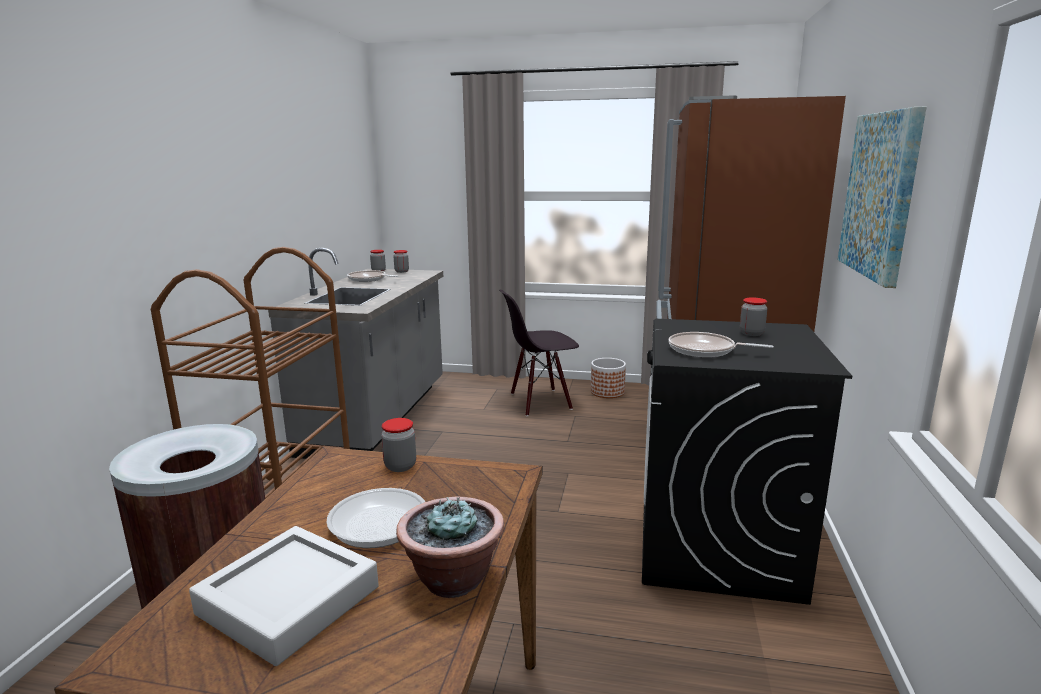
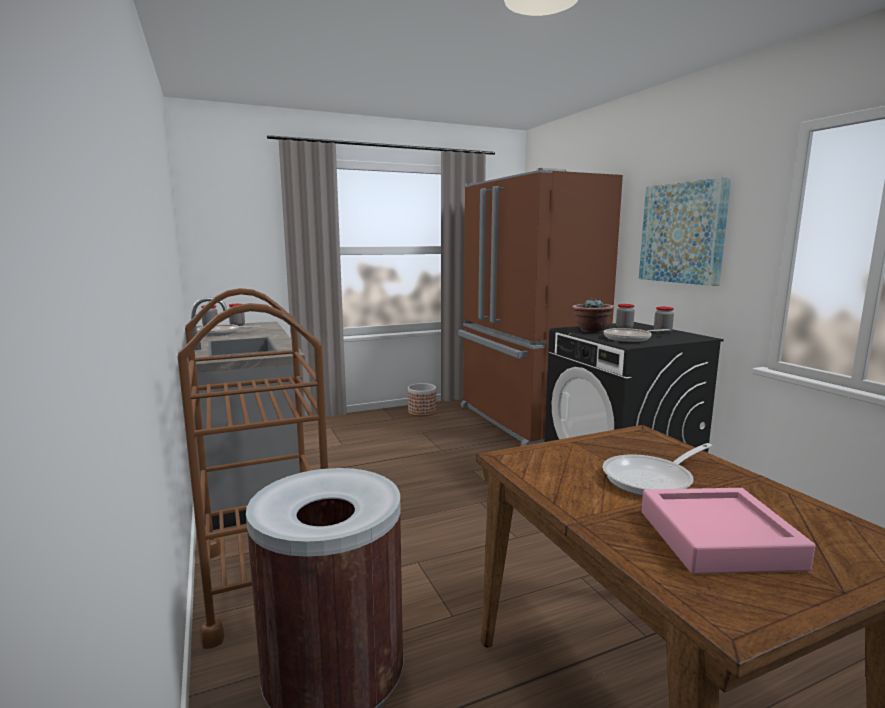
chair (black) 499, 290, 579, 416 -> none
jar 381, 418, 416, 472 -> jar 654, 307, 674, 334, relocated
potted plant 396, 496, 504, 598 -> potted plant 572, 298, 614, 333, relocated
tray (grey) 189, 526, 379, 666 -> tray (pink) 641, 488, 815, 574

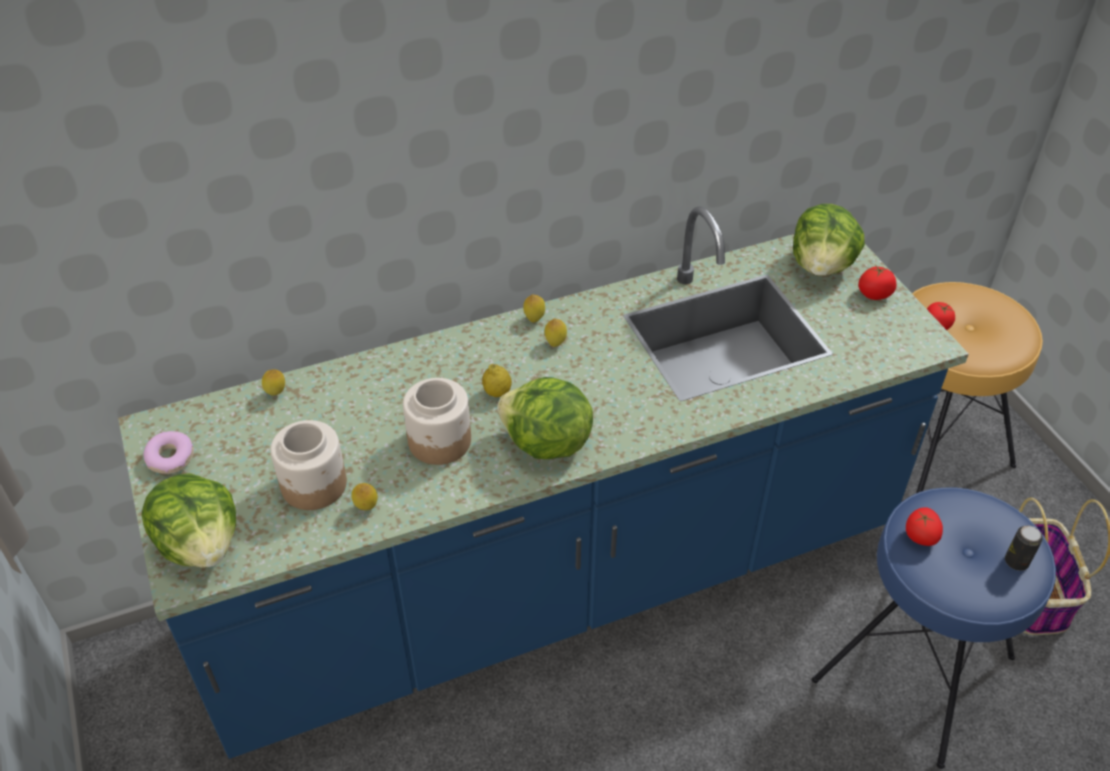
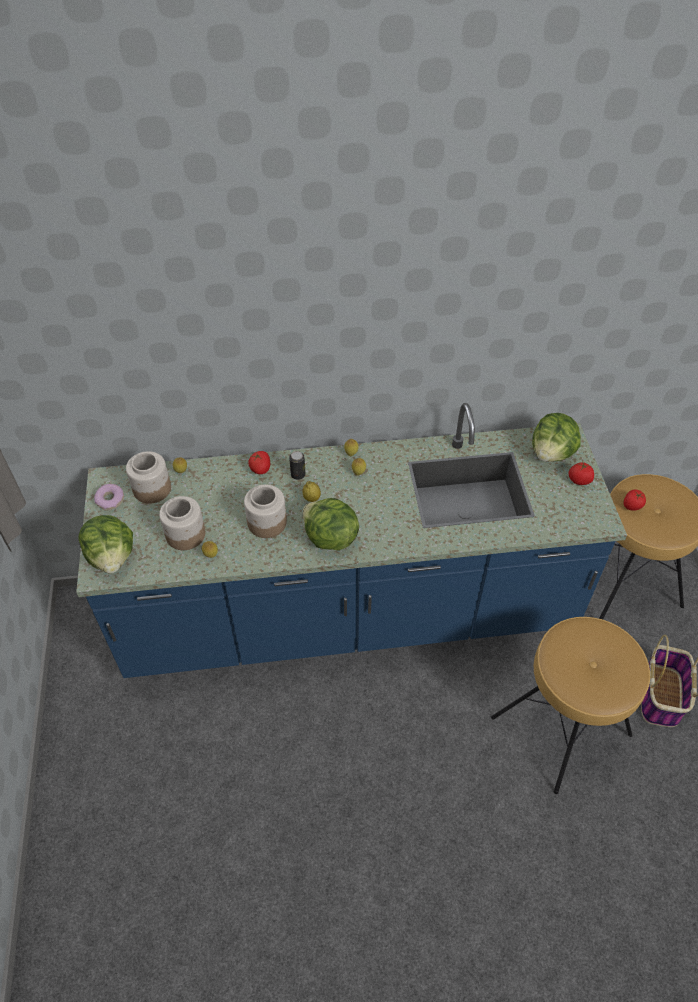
stool (blue) 812, 487, 1056, 769 -> stool (brown) 491, 617, 650, 794
tomato 906, 507, 943, 546 -> tomato 248, 451, 270, 474, relocated
can 1005, 526, 1043, 571 -> can 289, 451, 306, 480, relocated
none -> jar 126, 451, 171, 504

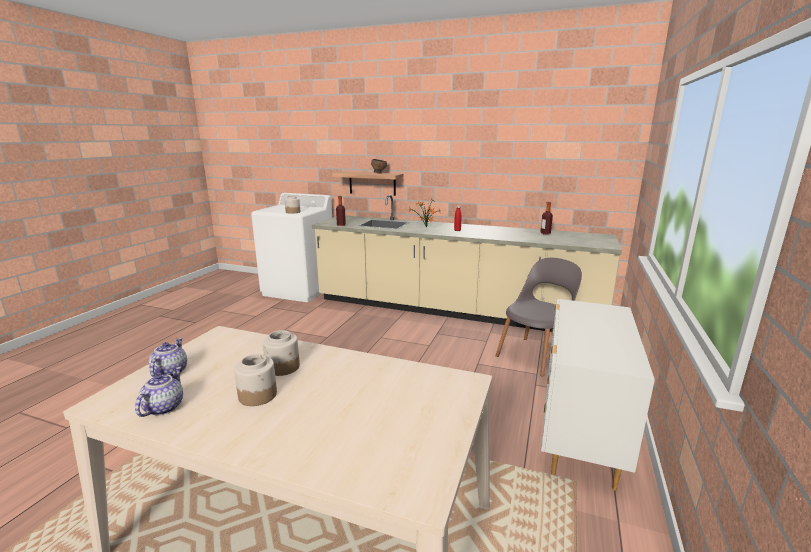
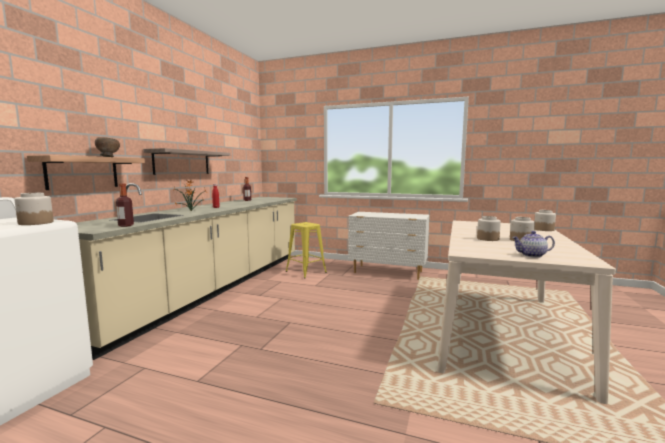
chair (grey) 496, 258, 582, 377 -> stool (yellow) 286, 222, 327, 279
teapot 135, 367, 183, 417 -> none
none -> shelf 143, 148, 230, 175
none -> jar 534, 210, 556, 231

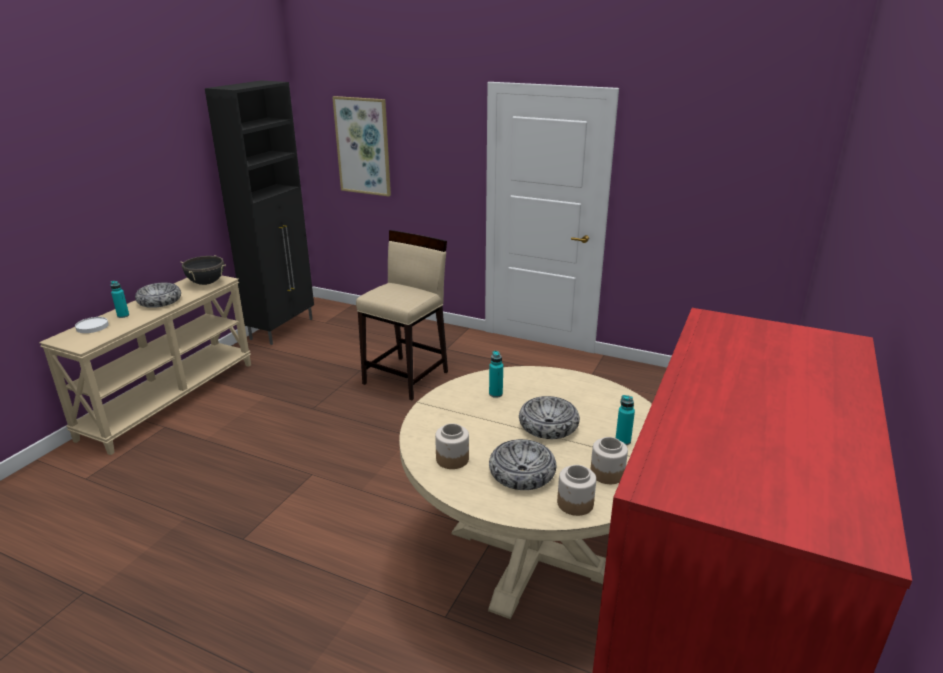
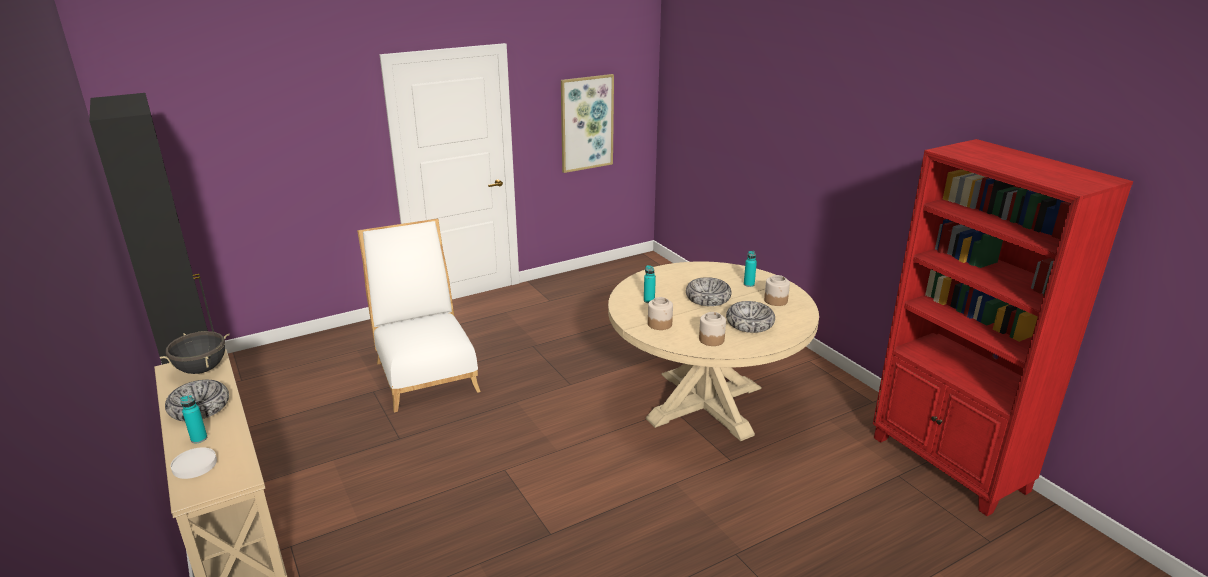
picture 332, 96, 391, 196 -> picture 561, 74, 614, 173, relocated
stool (beige) 356, 230, 448, 400 -> chair (white) 357, 219, 481, 412
jar 557, 465, 596, 516 -> jar 648, 297, 673, 330, relocated

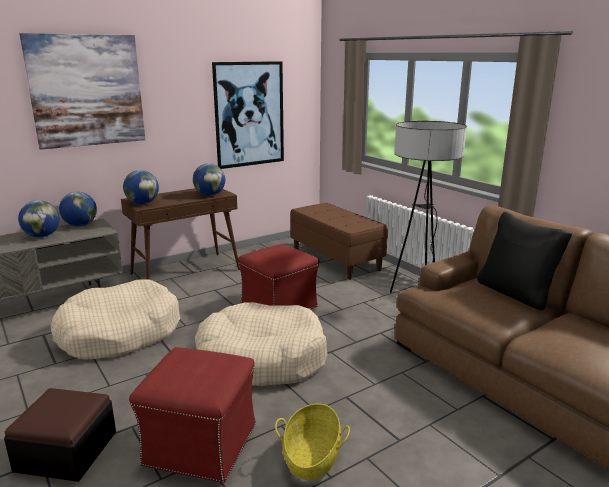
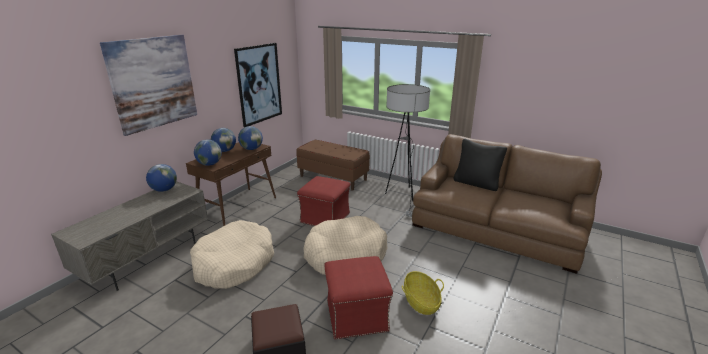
globe 18, 200, 60, 237 -> globe 211, 128, 236, 152, relocated

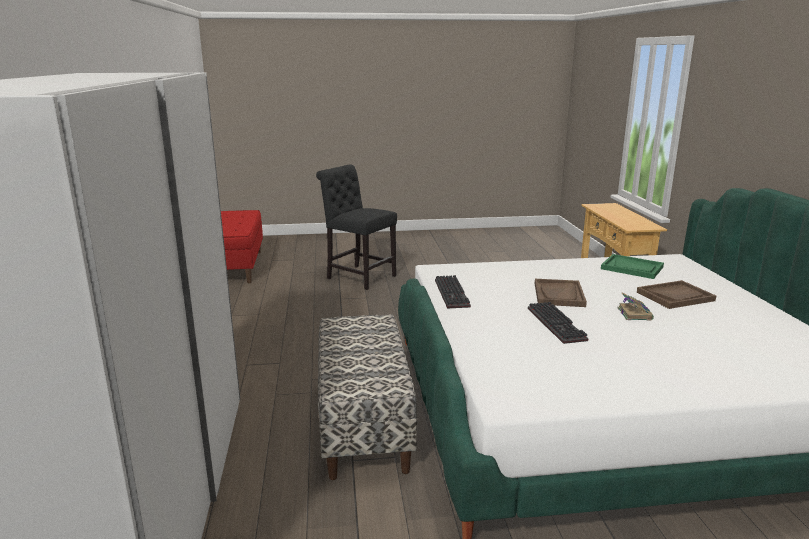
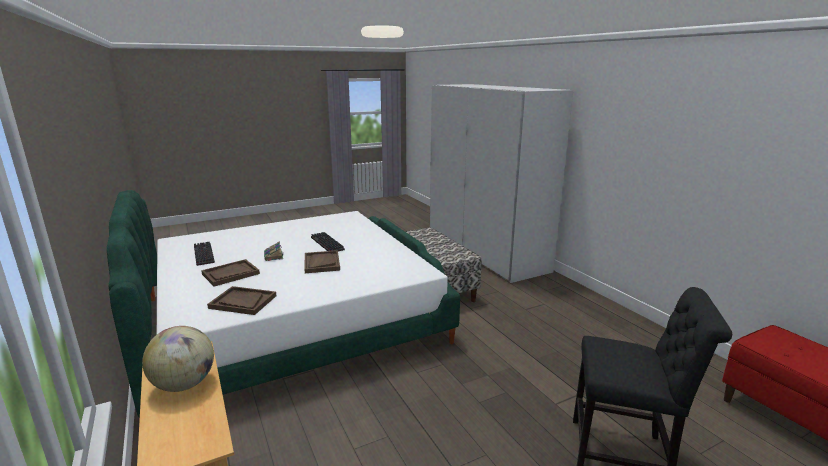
tray (green) 601, 254, 664, 279 -> tray (brown) 207, 286, 276, 315
keyboard 435, 275, 471, 309 -> keyboard 194, 242, 215, 266, relocated
none -> globe 142, 326, 214, 392

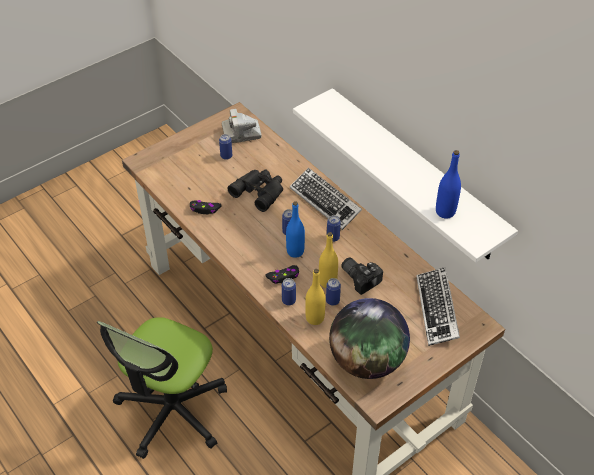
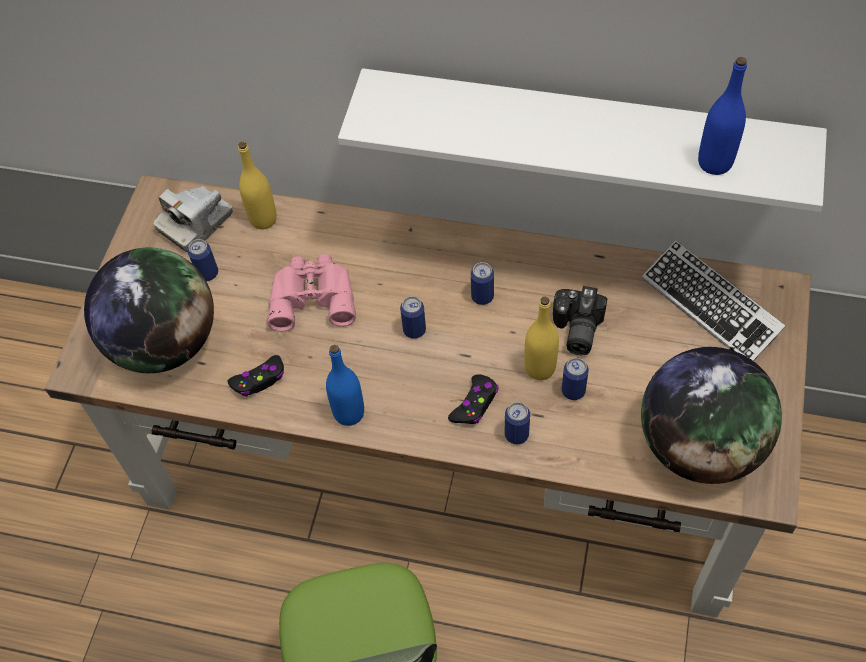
keyboard 290, 168, 362, 230 -> none
binoculars (black) 228, 169, 283, 212 -> binoculars (pink) 267, 254, 356, 332
bottle (blue) 286, 201, 305, 258 -> bottle (blue) 326, 345, 364, 426, relocated
photo camera 341, 257, 383, 295 -> photo camera 553, 286, 607, 355, 90 degrees counterclockwise
bottle (yellow) 305, 269, 326, 325 -> bottle (yellow) 238, 142, 277, 229, relocated
none -> globe 84, 247, 214, 373

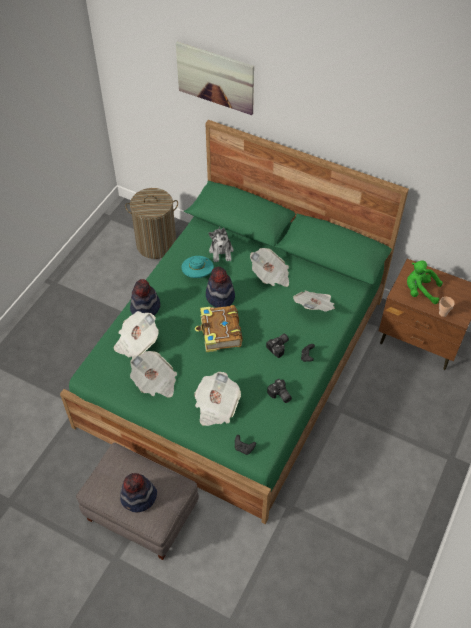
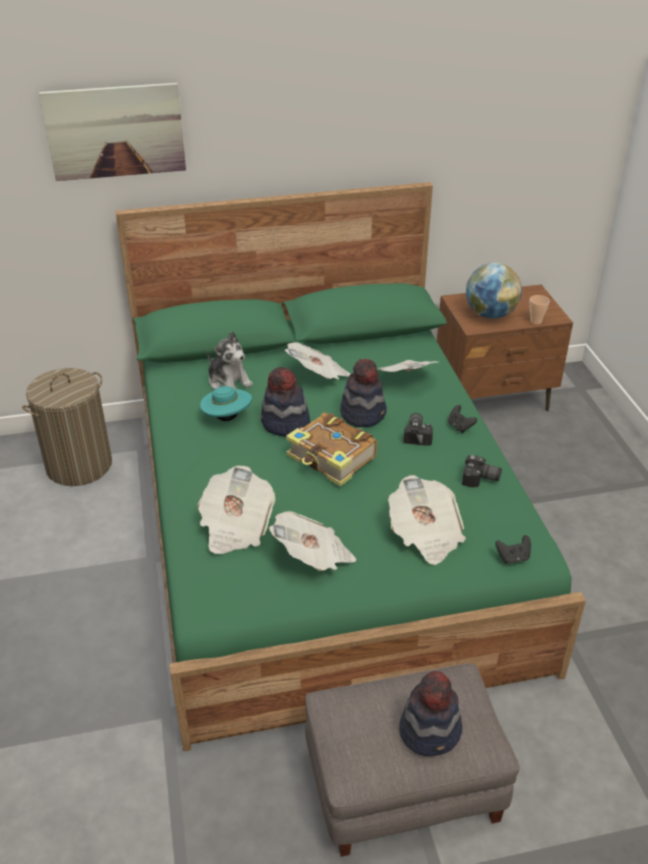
plush toy (green) 407, 260, 443, 304 -> globe 466, 263, 522, 319
hat 130, 279, 160, 315 -> hat 340, 359, 387, 427, relocated

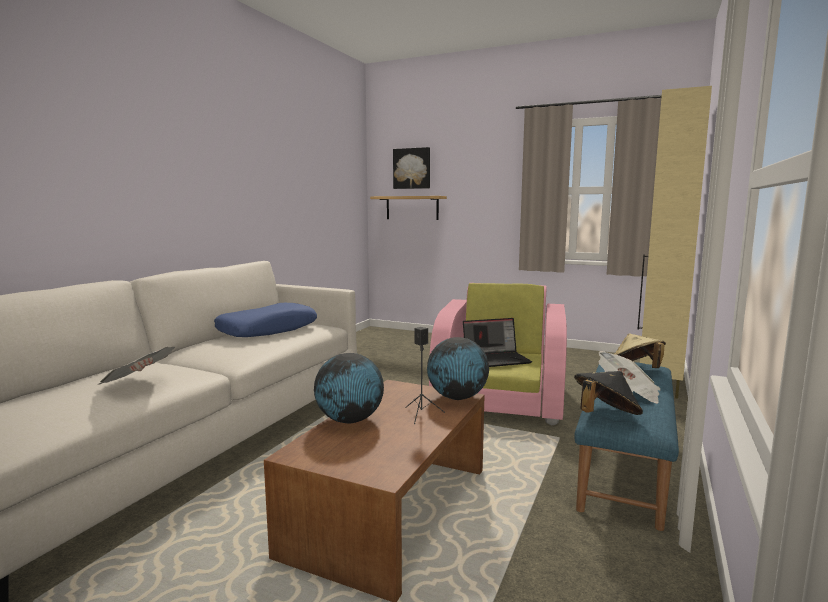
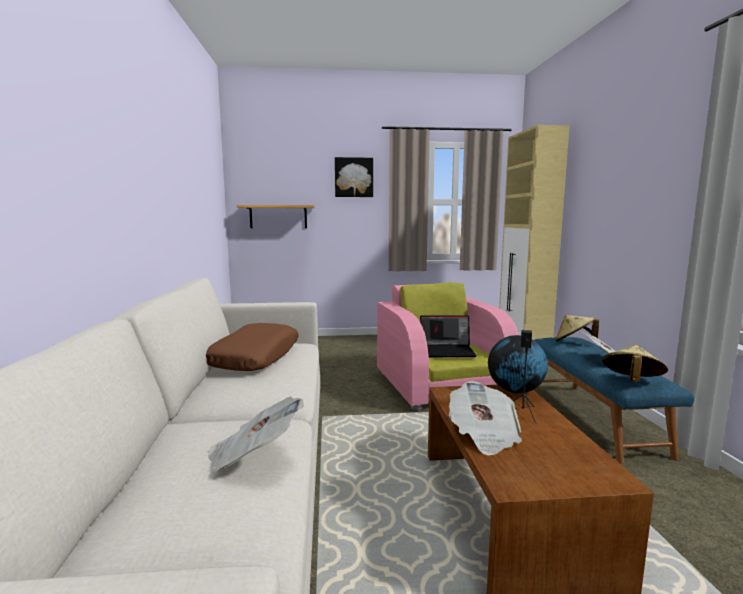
picture 393, 147, 430, 189 -> picture 335, 157, 373, 197, relocated
pillow (blue) 214, 303, 317, 337 -> pillow (brown) 206, 323, 299, 371
laptop 463, 318, 532, 367 -> laptop 420, 315, 477, 357, 45 degrees clockwise
globe 314, 353, 384, 423 -> newspaper 449, 381, 522, 456
hat (black) 574, 371, 643, 415 -> hat (beige) 602, 345, 668, 382

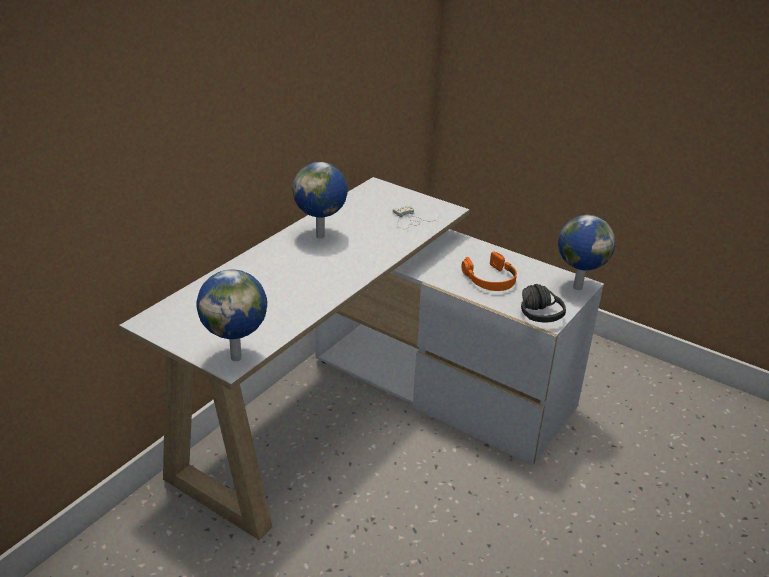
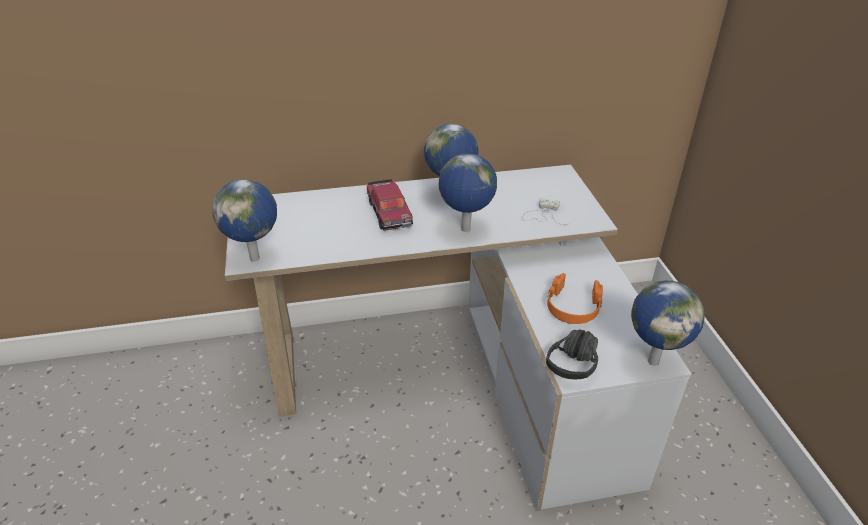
none -> globe 439, 153, 497, 232
none -> toy car 367, 179, 413, 231

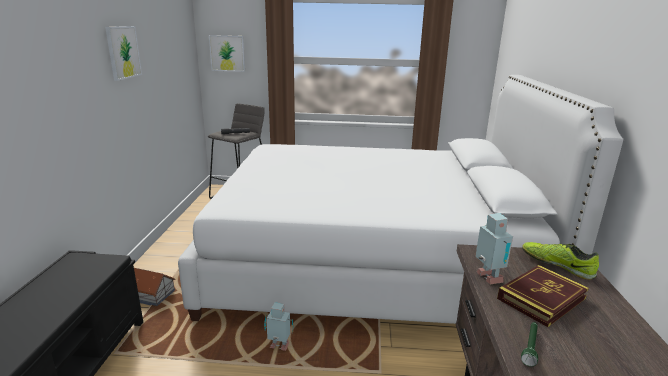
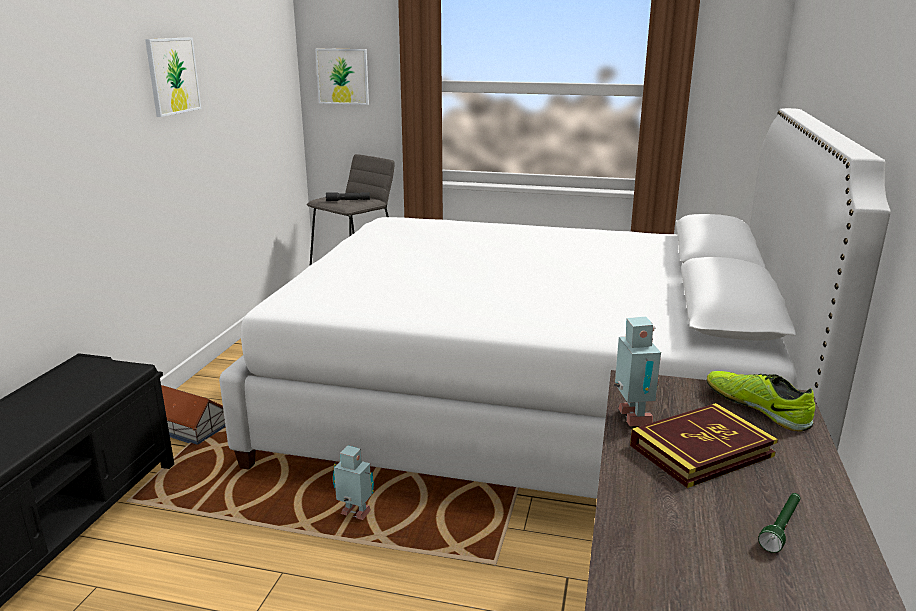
flashlight (green) 521, 322, 538, 367 -> flashlight (green) 758, 493, 800, 553, relocated

